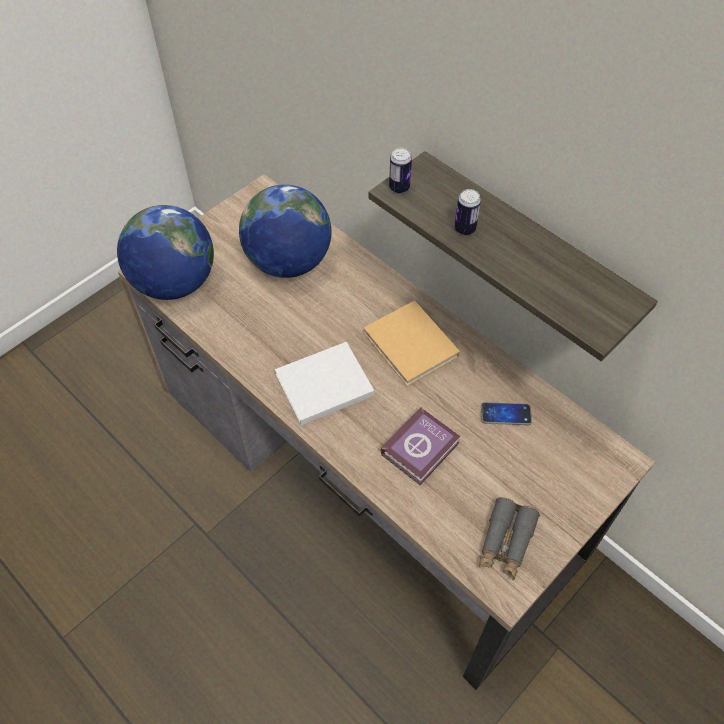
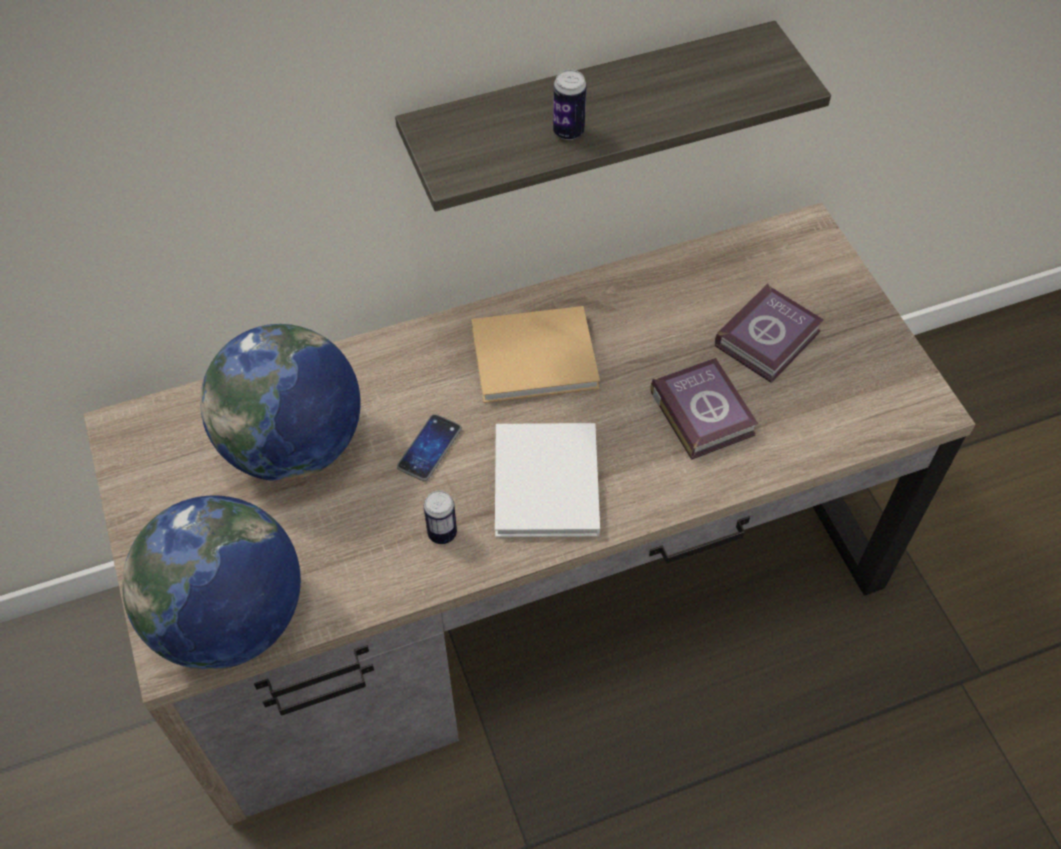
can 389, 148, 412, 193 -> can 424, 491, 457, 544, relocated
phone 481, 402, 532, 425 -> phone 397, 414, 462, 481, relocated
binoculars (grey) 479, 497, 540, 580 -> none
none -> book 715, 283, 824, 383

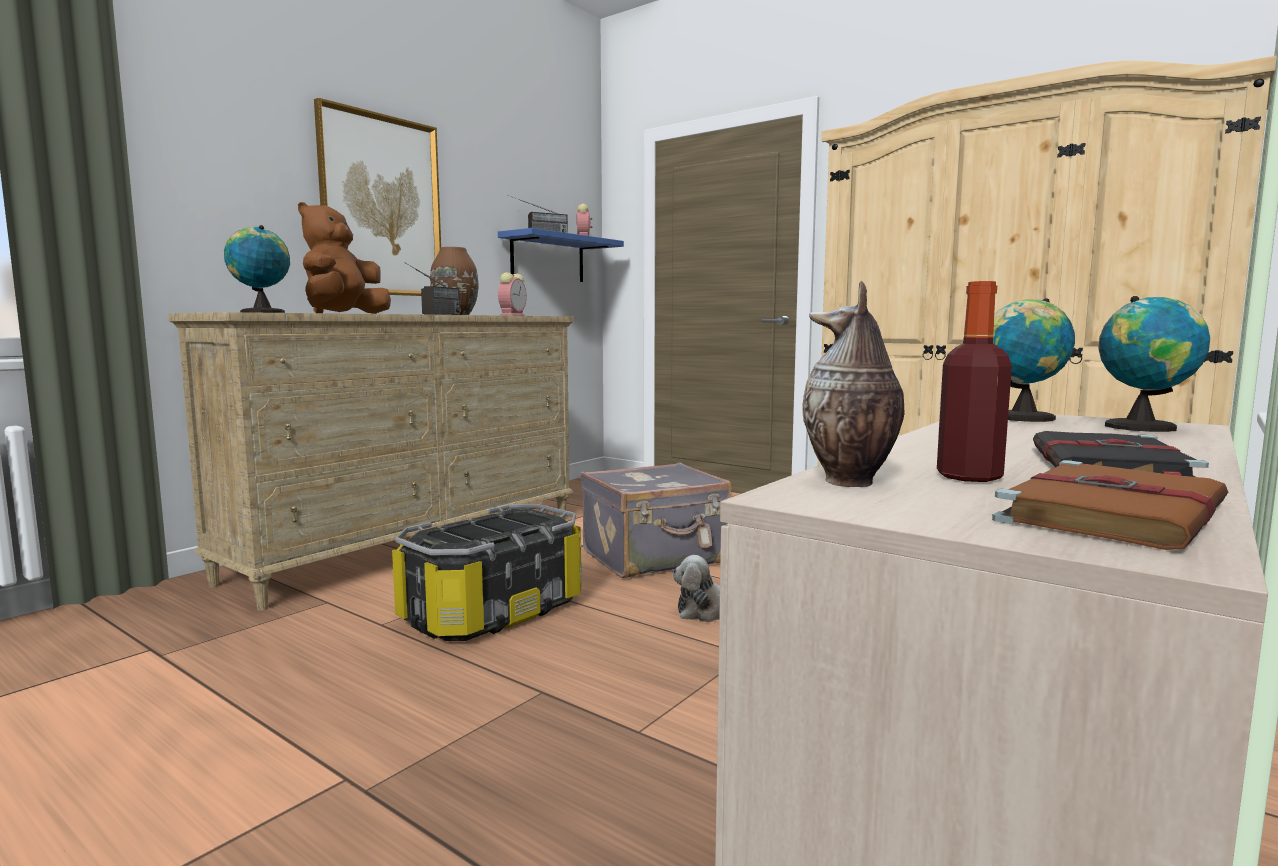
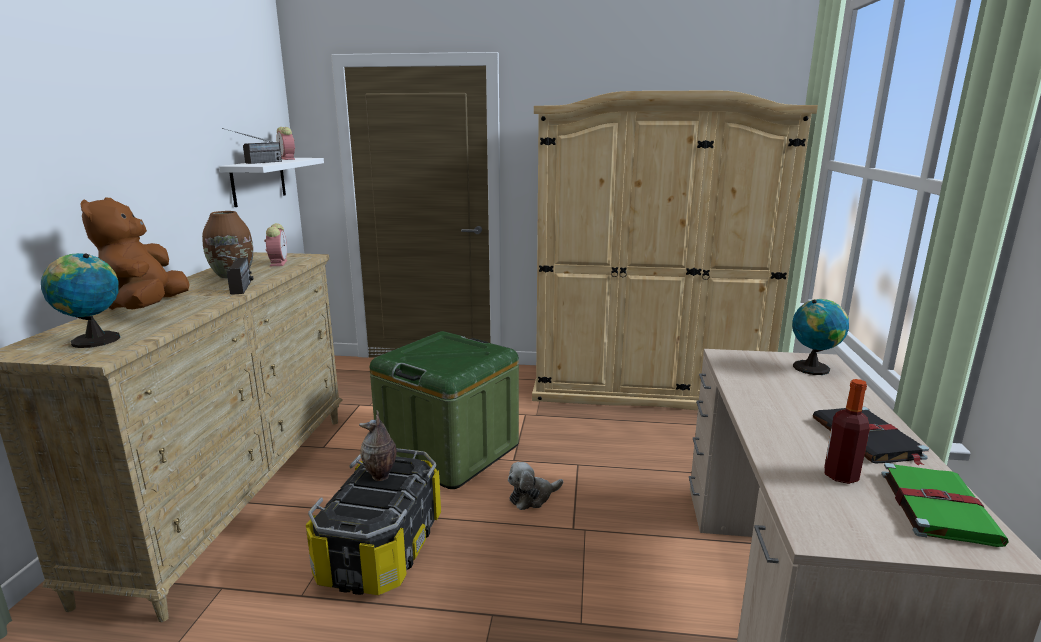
picture 314, 98, 441, 296 -> none
shelf (blue) 498, 228, 624, 282 -> shelf (white) 219, 158, 324, 207
vase 802, 281, 905, 487 -> vase 359, 410, 397, 481, relocated
globe 993, 298, 1075, 422 -> none
book (brown) 992, 460, 1228, 550 -> book (green) 881, 463, 1009, 547
suitcase (grey) 581, 462, 731, 578 -> storage box (green) 370, 331, 519, 489

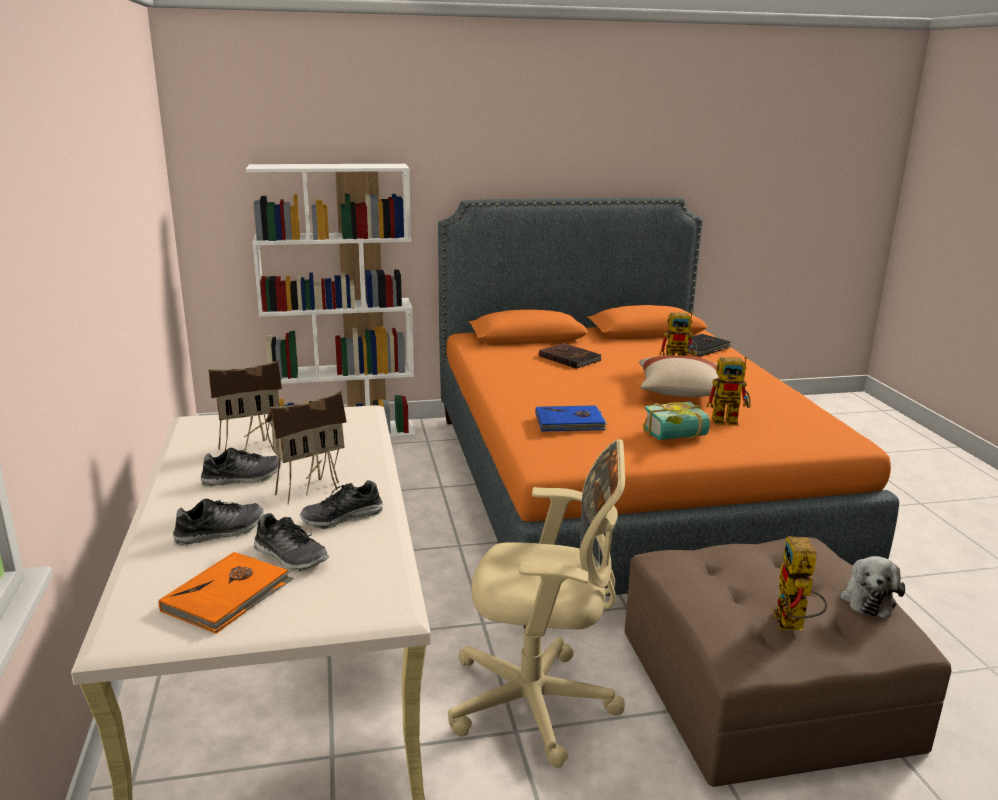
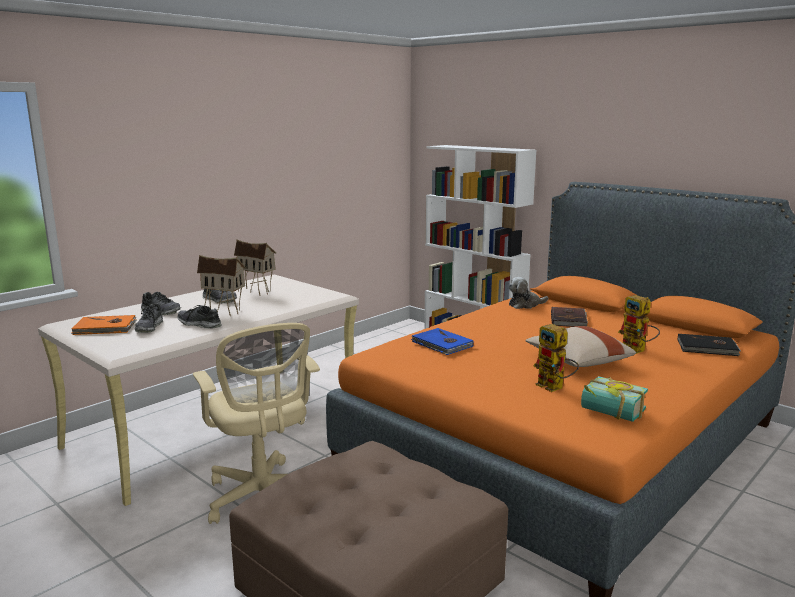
book 643, 402, 710, 440 -> book 581, 376, 648, 422, relocated
toy robot 773, 536, 827, 630 -> none
plush toy 840, 556, 905, 618 -> plush toy 509, 277, 548, 309, relocated

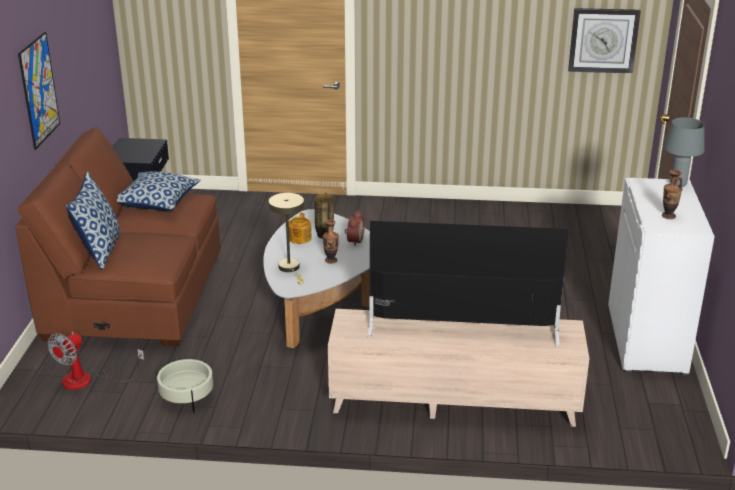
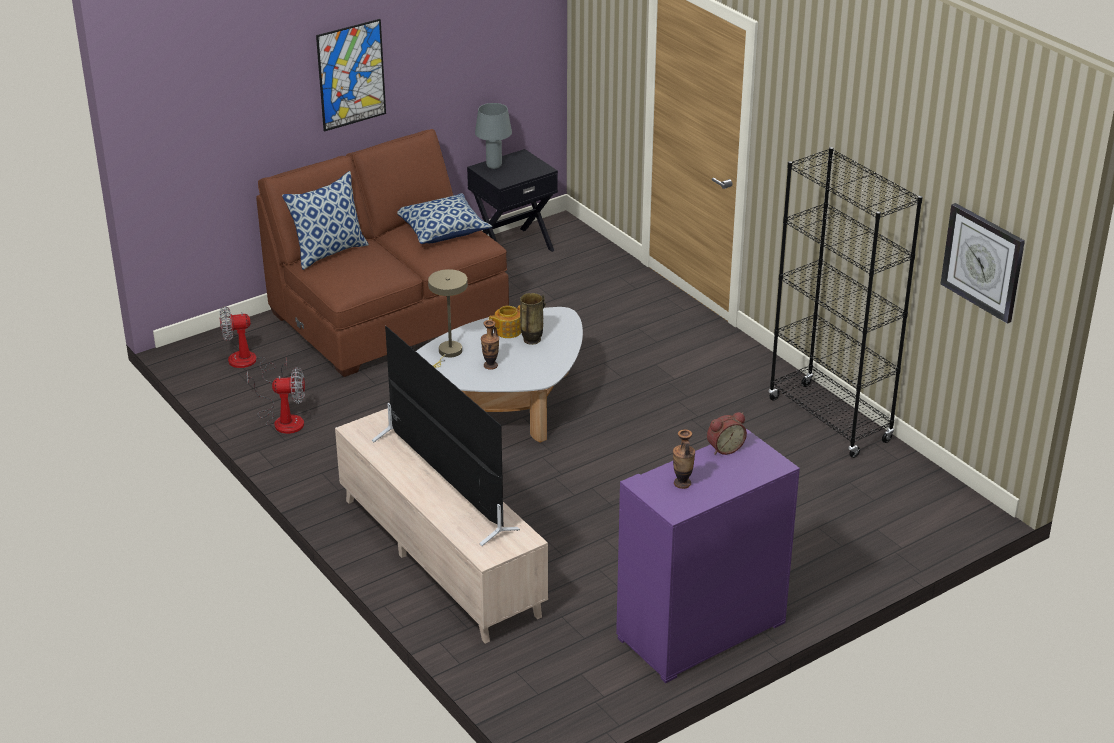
table lamp (grey) 664, 117, 705, 187 -> table lamp (grey) 475, 103, 512, 169, relocated
cabinet (white) 608, 178, 715, 376 -> cabinet (purple) 616, 429, 800, 683
alarm clock 345, 210, 365, 246 -> alarm clock 707, 412, 747, 455, relocated
planter (beige) 157, 359, 213, 413 -> fan 247, 367, 305, 434
none -> bookcase (black) 769, 147, 923, 458

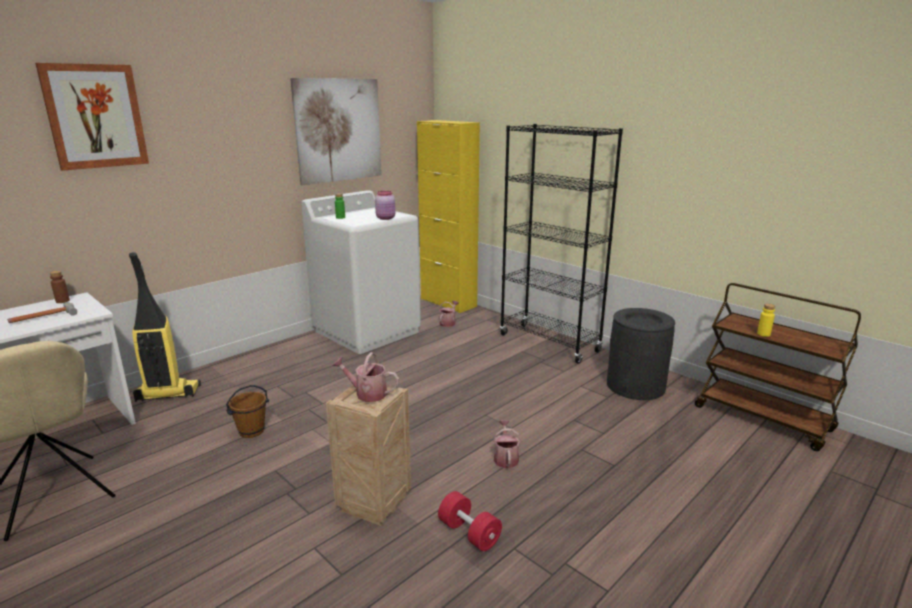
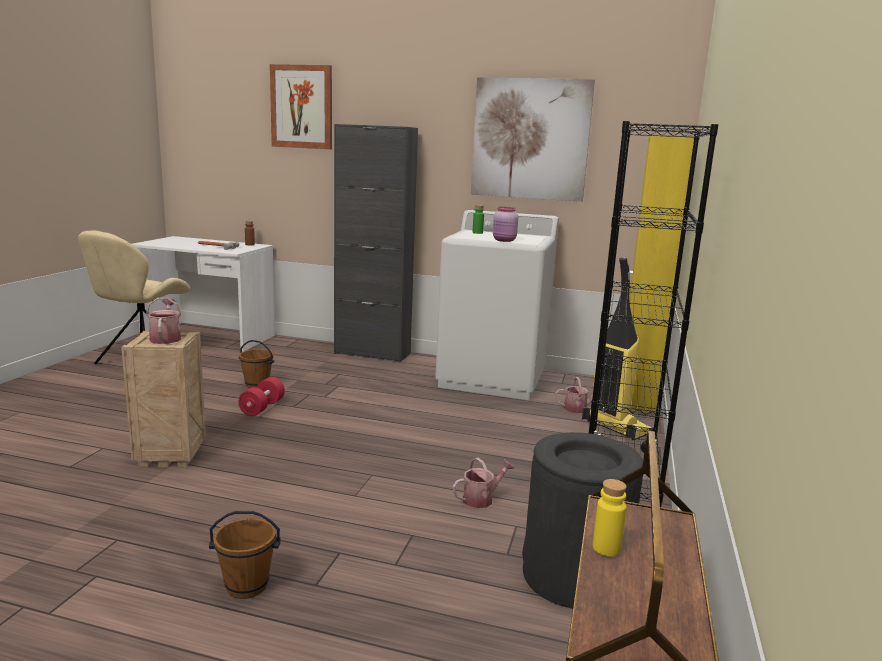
vacuum cleaner 129, 252, 201, 402 -> vacuum cleaner 582, 257, 653, 440, relocated
watering can 493, 420, 521, 468 -> watering can 453, 458, 515, 508, relocated
dumbbell (red) 438, 491, 502, 551 -> dumbbell (red) 238, 377, 285, 416, relocated
none -> cabinet (black) 334, 124, 418, 362
none -> bucket (brown) 209, 511, 281, 599

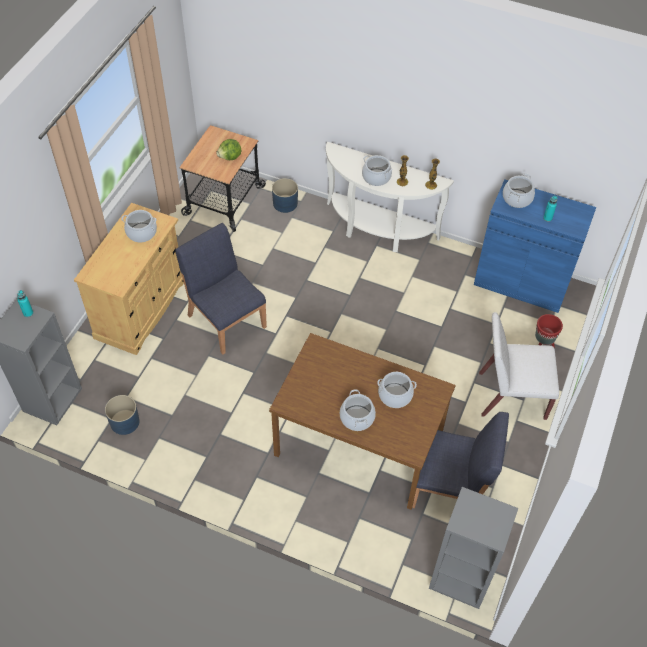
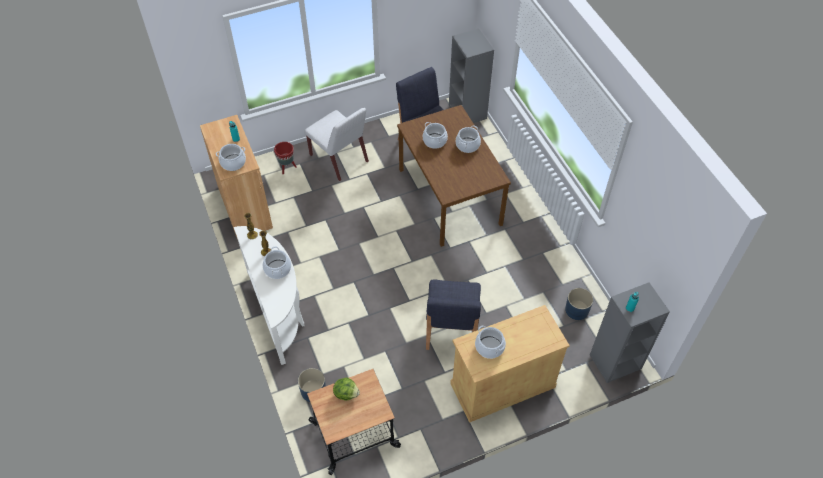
cabinet (blue) 474, 179, 596, 313 -> cabinet (brown) 200, 115, 273, 240

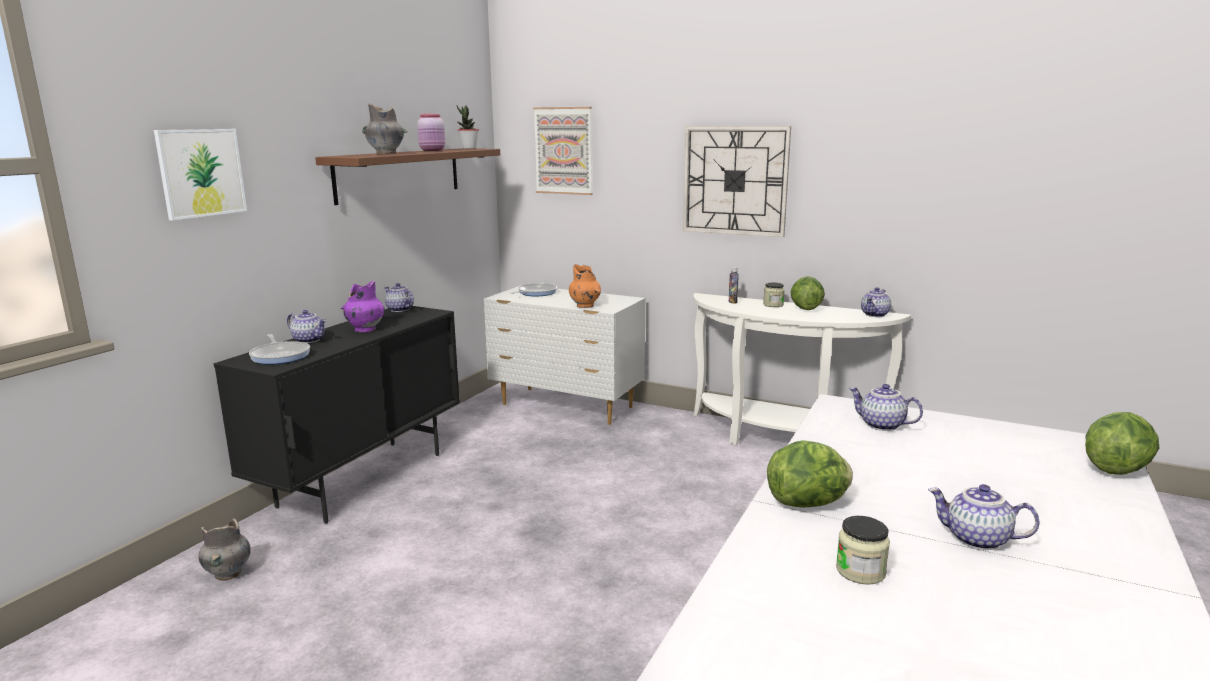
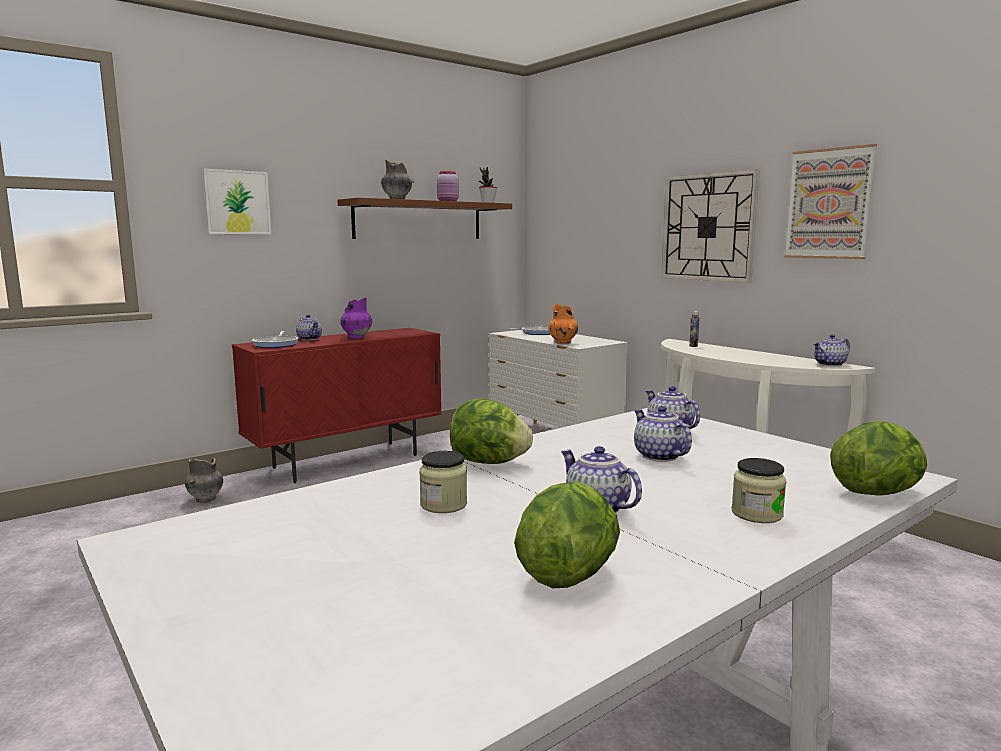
picture 533, 107, 593, 195 -> picture 784, 144, 877, 259, relocated
lettuce 791, 276, 825, 310 -> lettuce 514, 481, 620, 588, relocated
jar 763, 282, 785, 307 -> jar 732, 458, 786, 523, relocated
teapot 384, 283, 414, 312 -> teapot 634, 406, 692, 462, relocated
cabinet (black) 214, 306, 460, 524 -> cabinet (red) 232, 328, 442, 483

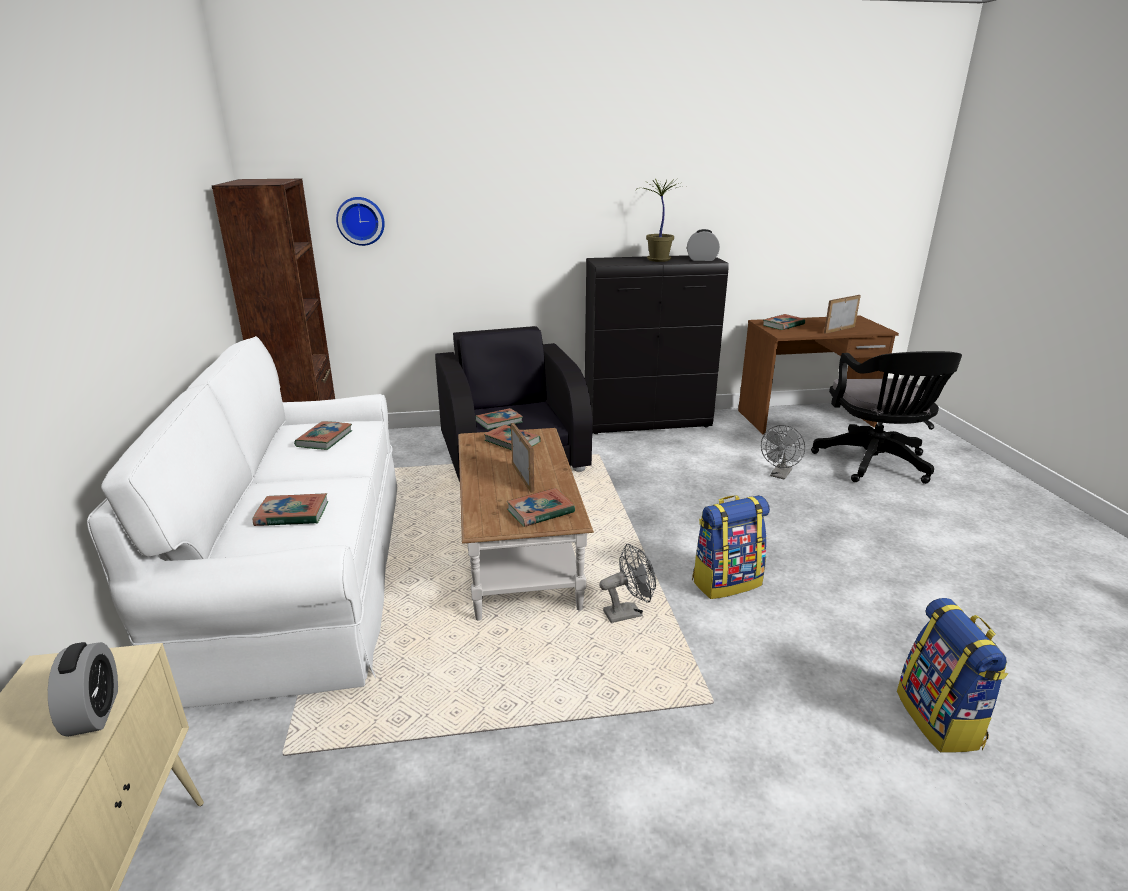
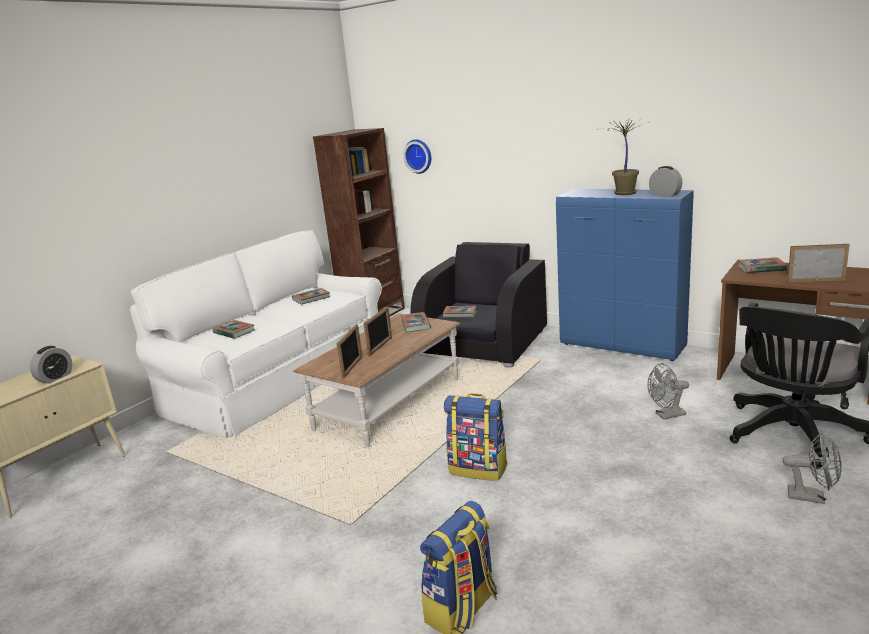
cabinet (black) 585, 255, 728, 434 -> cabinet (blue) 556, 189, 694, 361
book 507, 488, 575, 527 -> picture frame 336, 324, 363, 379
fan (grey) 599, 544, 656, 623 -> fan (grey) 783, 432, 842, 504, relocated

